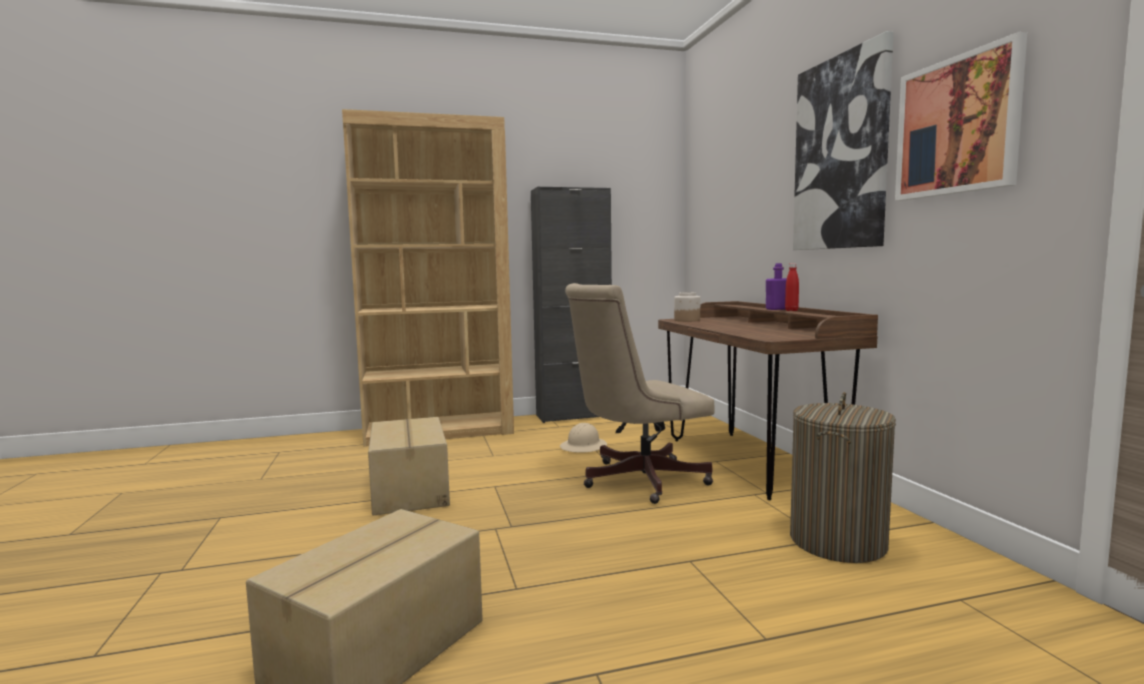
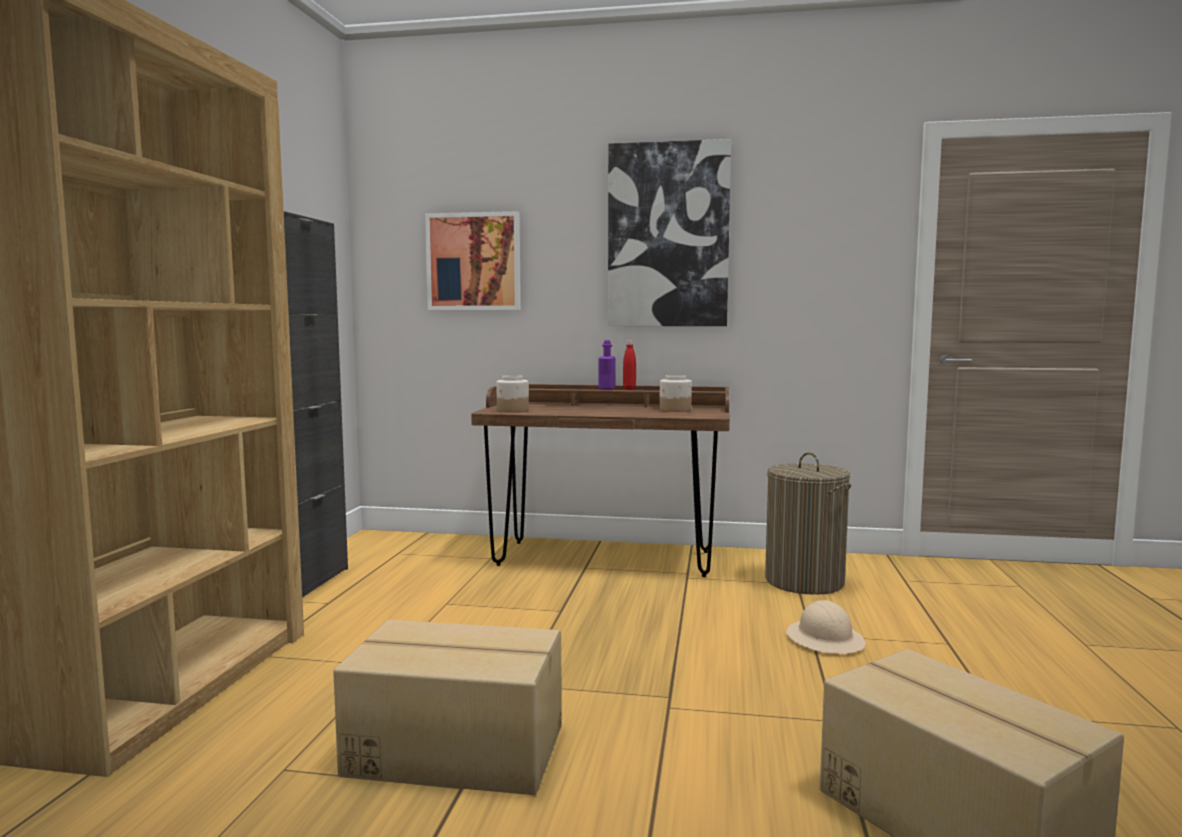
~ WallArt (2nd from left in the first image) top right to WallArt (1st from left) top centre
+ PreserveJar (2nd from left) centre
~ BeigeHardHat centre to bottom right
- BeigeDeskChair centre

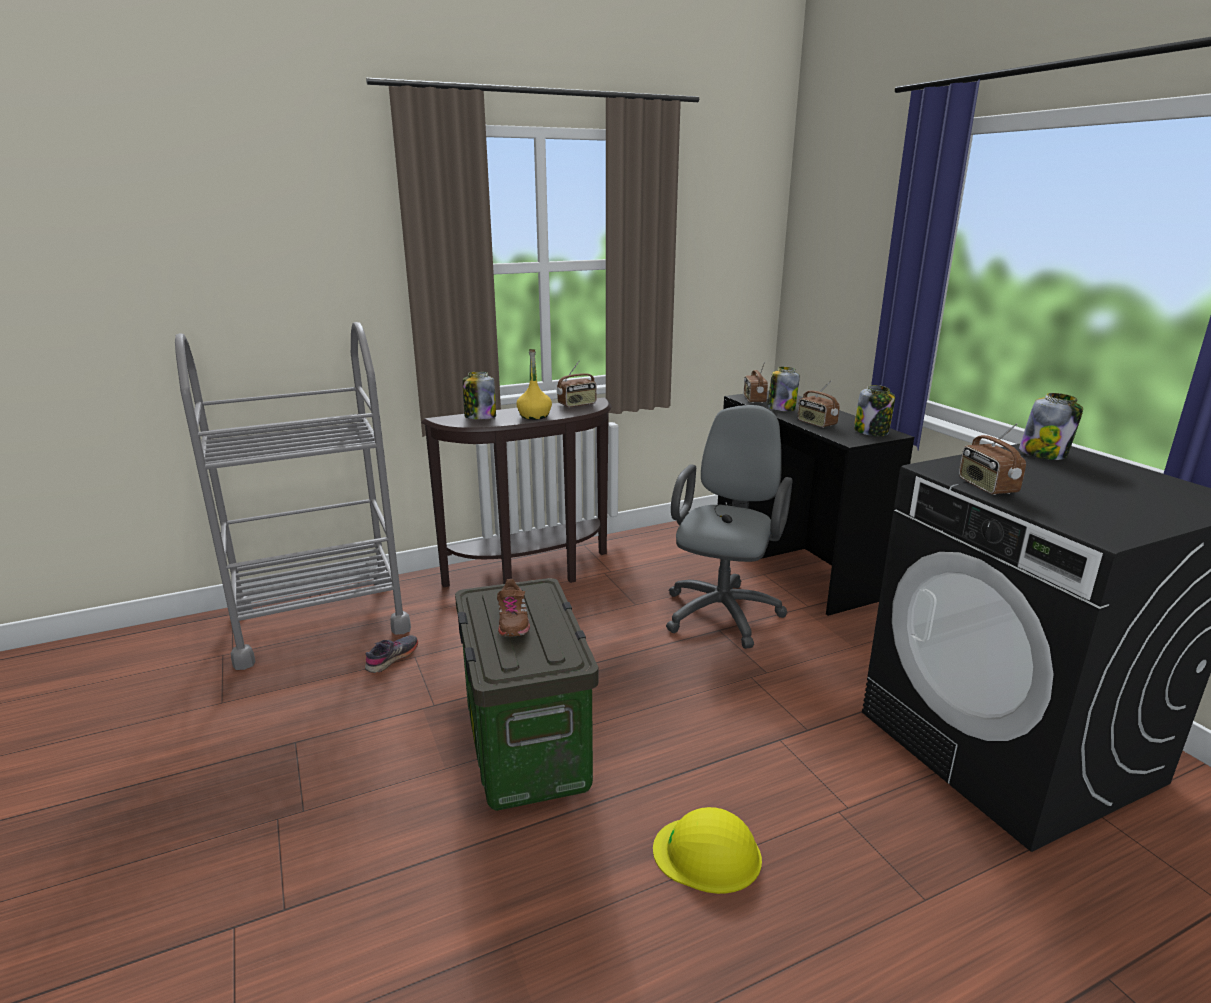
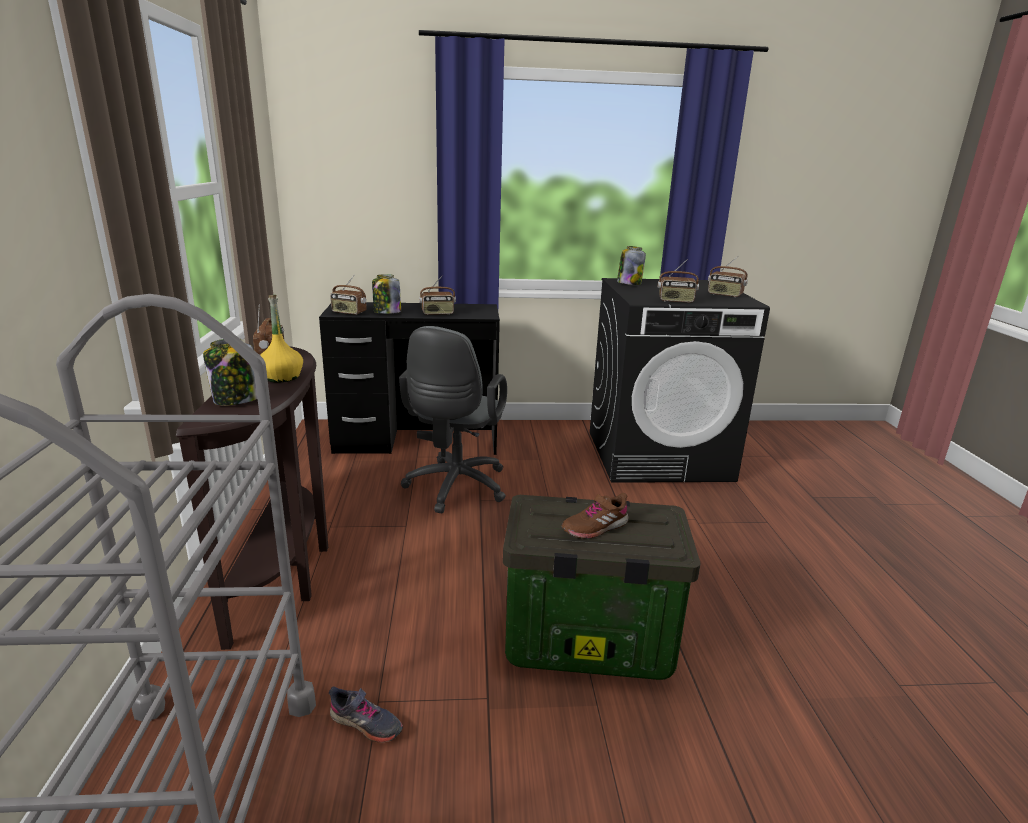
~ GreyishShoe middle left = bottom centre 150 degrees clockwise
~ GreyishDeskChair centre = centre 120 degrees counterclockwise
~ BrownShoe centre = centre 135 degrees clockwise
+ Radio (5th from left) middle right
- YellowishHardHat bottom centre
- PreserveJar (3rd from left) middle right

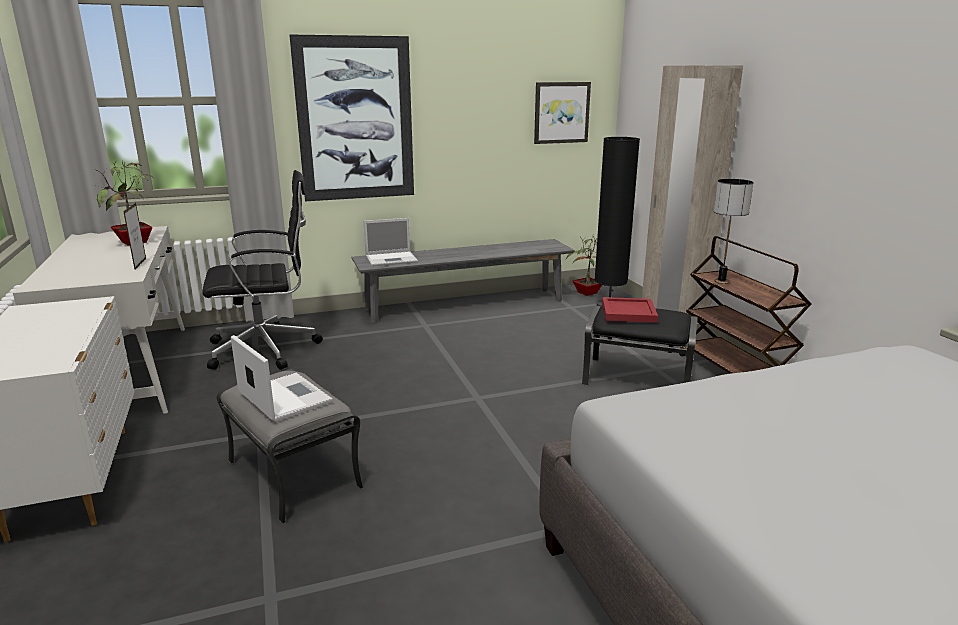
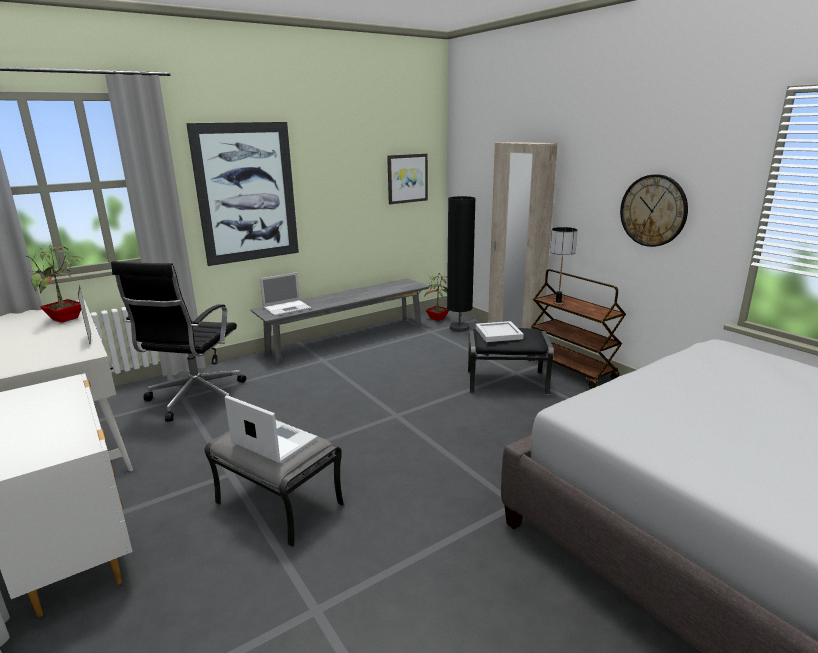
~ BlackColouredDeskChair middle left = middle left 135 degrees clockwise
~ ReddishCarryingTray centre to WhiteColouredCarryingTray centre
+ ClockOnTheWall top right

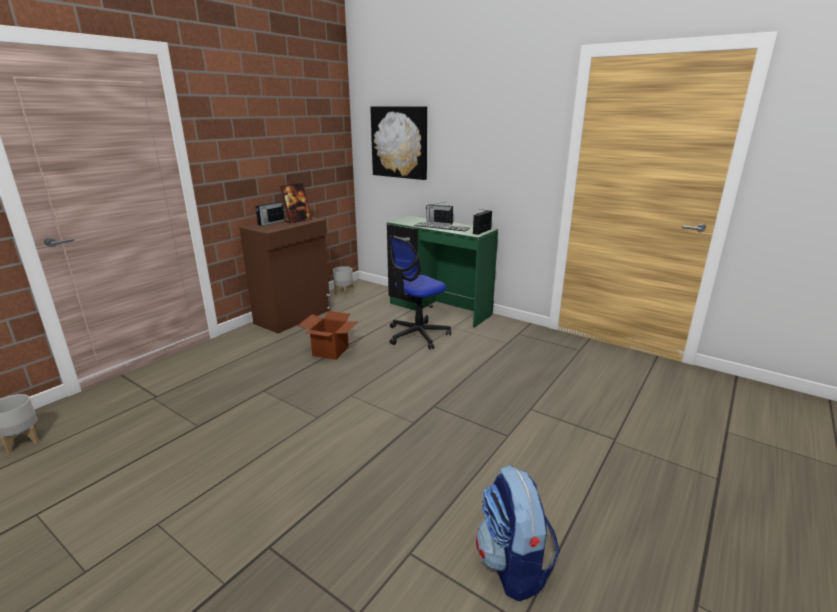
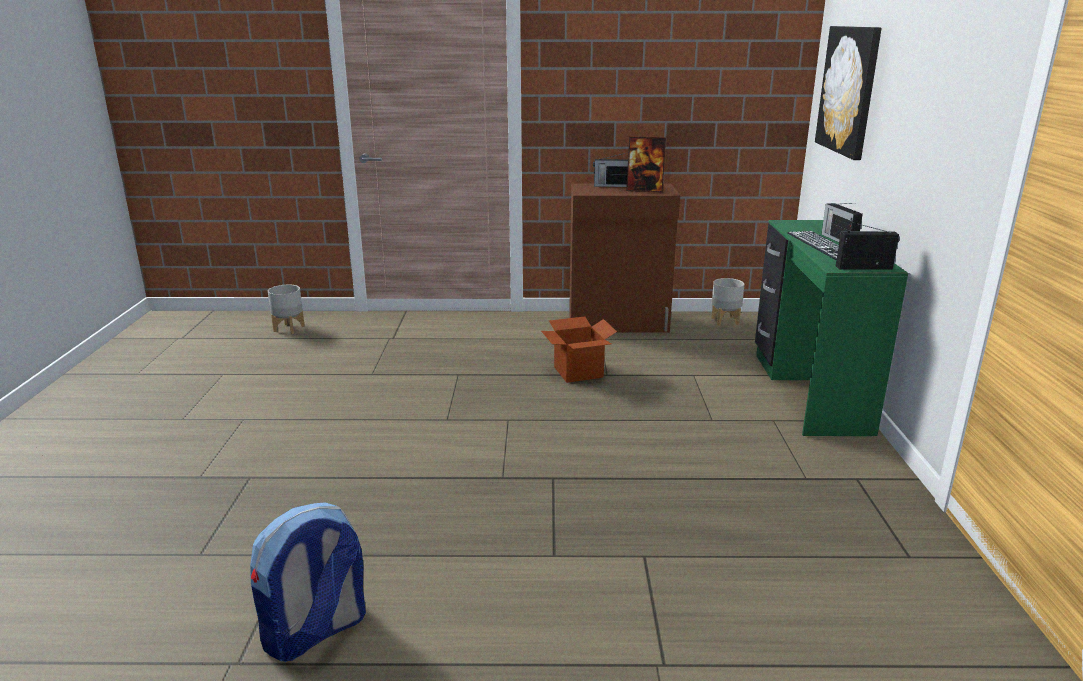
- DeskChair centre

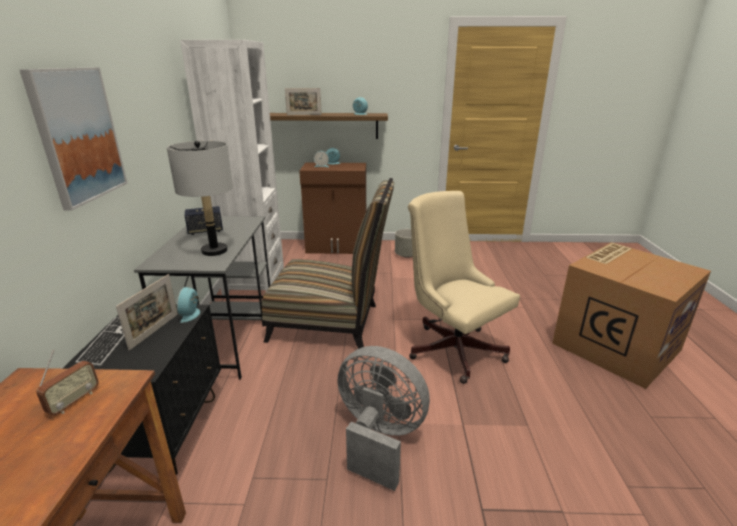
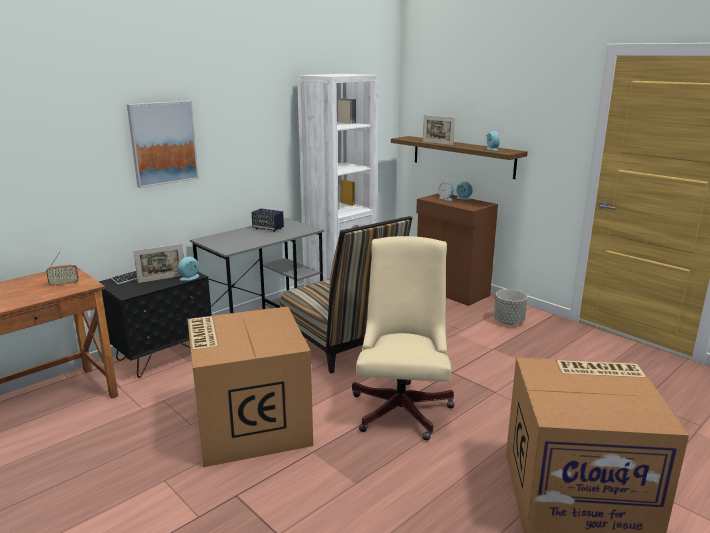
~ GreyishElectricFan bottom centre to Carton (1st from left) bottom centre
- GreyishTableLamp middle left

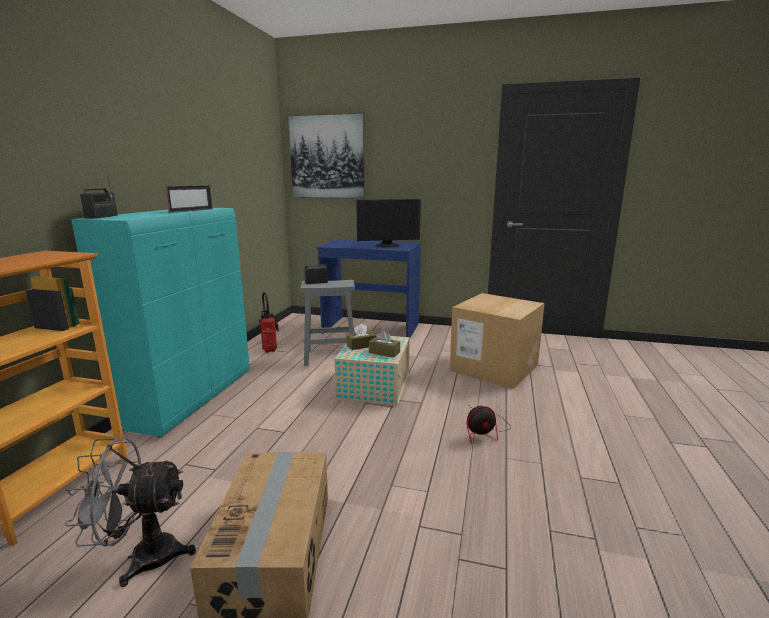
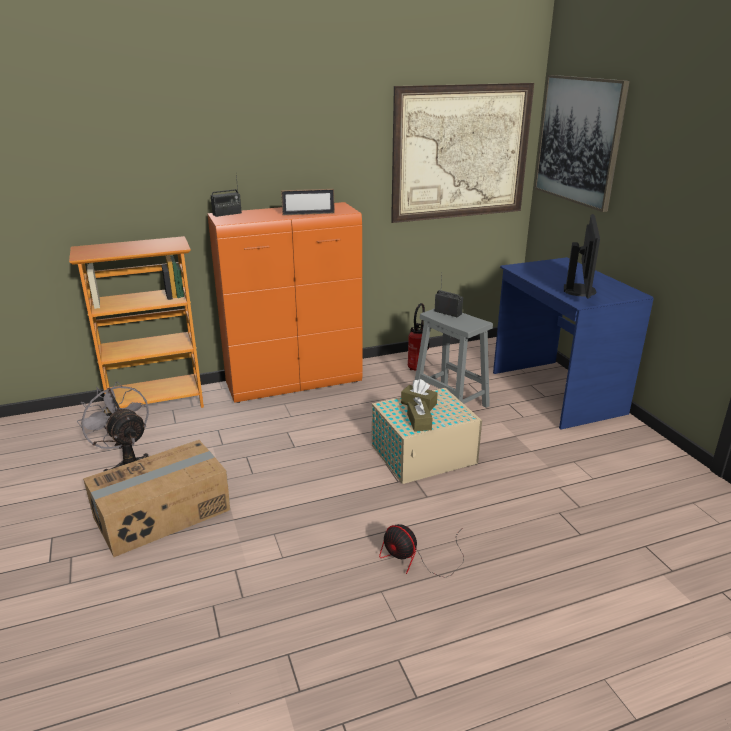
~ BlueGreenCupboard middle left to OrangeColouredCupboard centre
+ WallArt (1st from left) top centre
~ ComputerDisplay centre = middle right 120 degrees counterclockwise
- Carton (2nd from left) centre

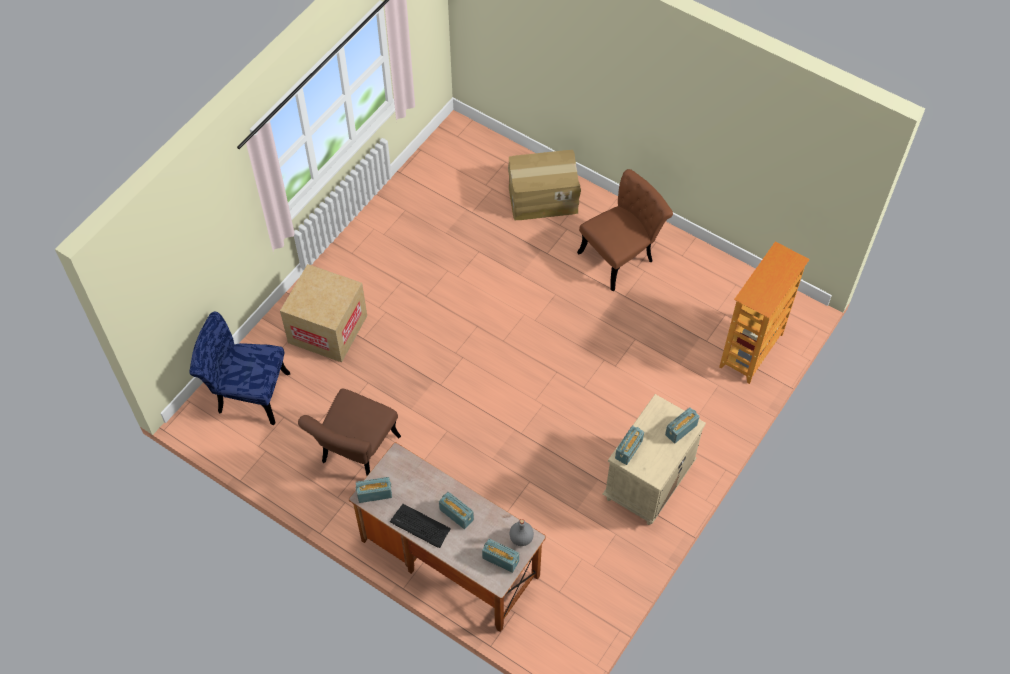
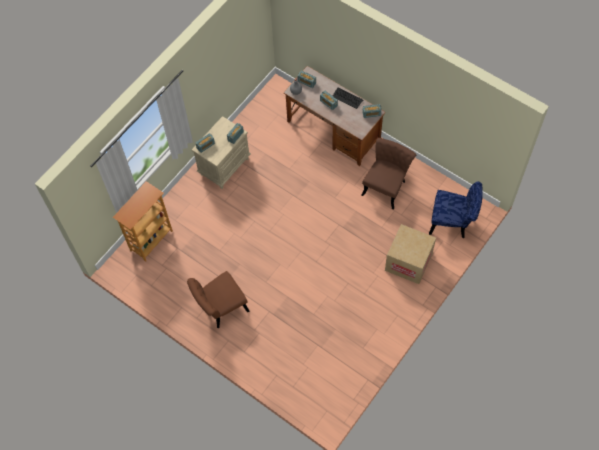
- Carton (2nd from left) top centre

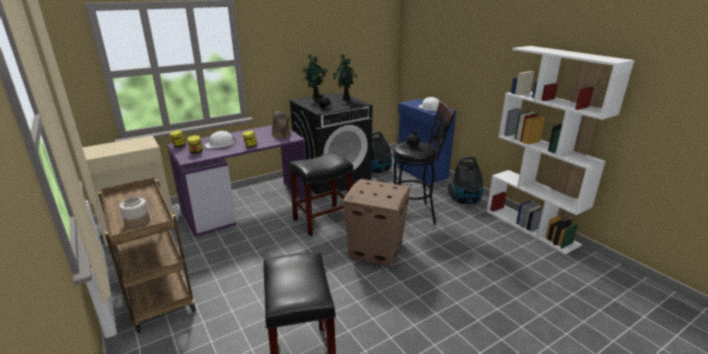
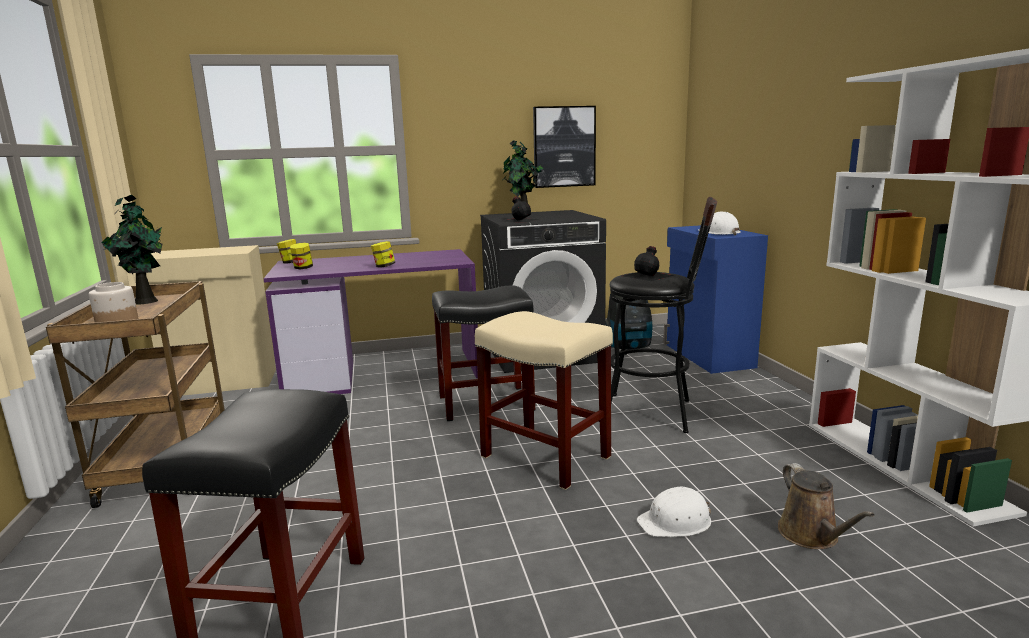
~ PlantInAPot (2nd from left in the first image) top centre to PlantInAPot (1st from left) middle left
~ Carton centre to BeigeStool centre
+ WallArt top centre
~ WhiteColouredHardHat (1st from left) middle left to bottom centre
~ BrownSprinklingCan centre to bottom right
- Hoover (2nd from left) centre

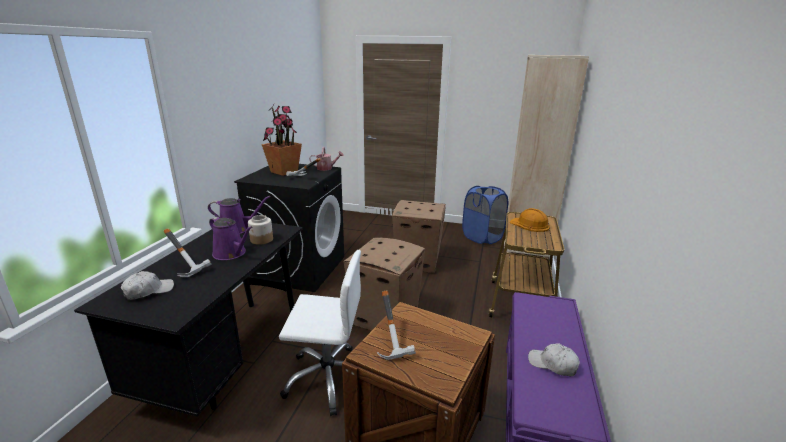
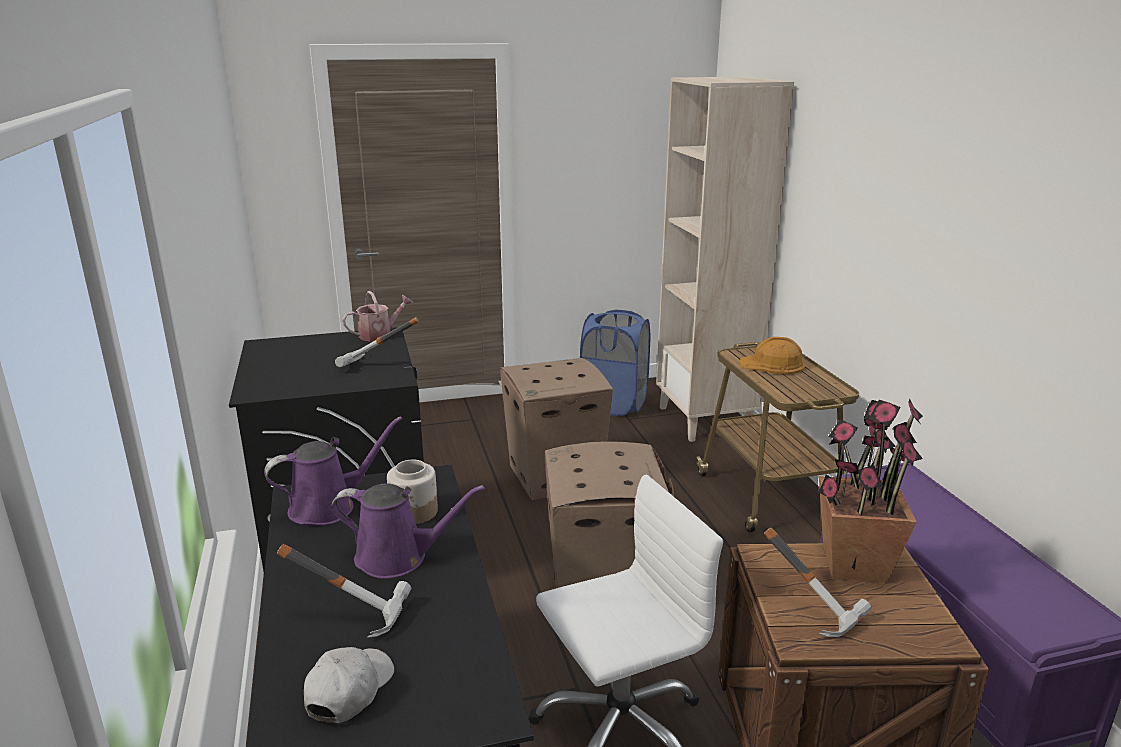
~ PlantInAPot top centre to middle right
- WhiteColouredCap (2nd from left) bottom right

